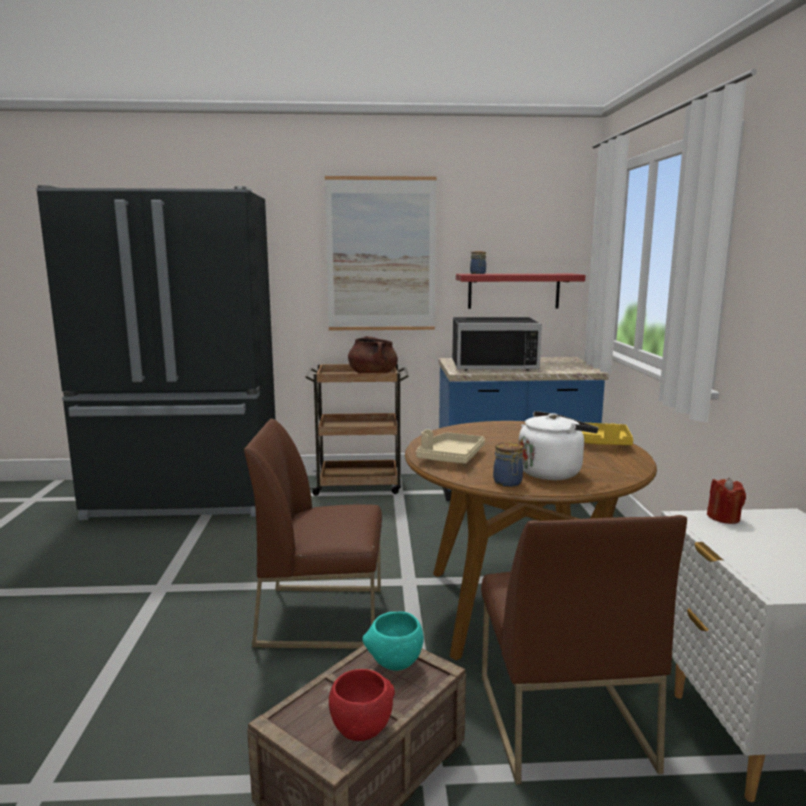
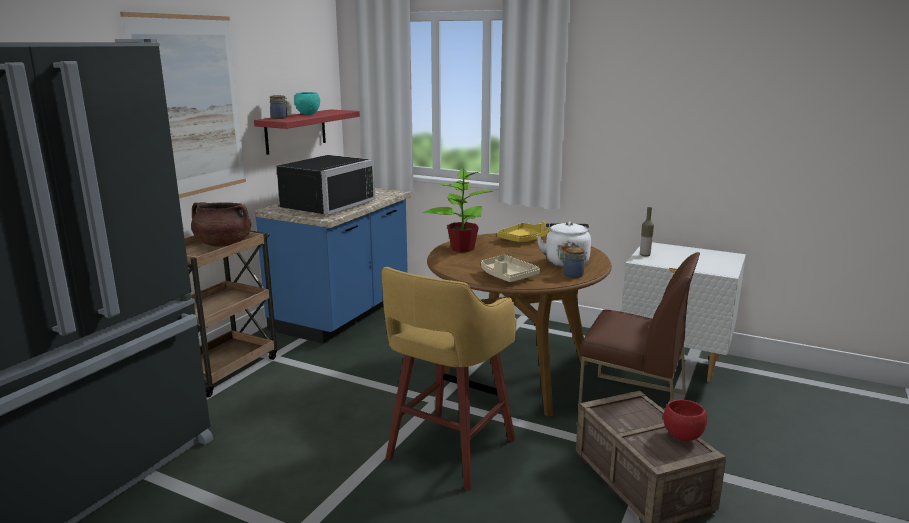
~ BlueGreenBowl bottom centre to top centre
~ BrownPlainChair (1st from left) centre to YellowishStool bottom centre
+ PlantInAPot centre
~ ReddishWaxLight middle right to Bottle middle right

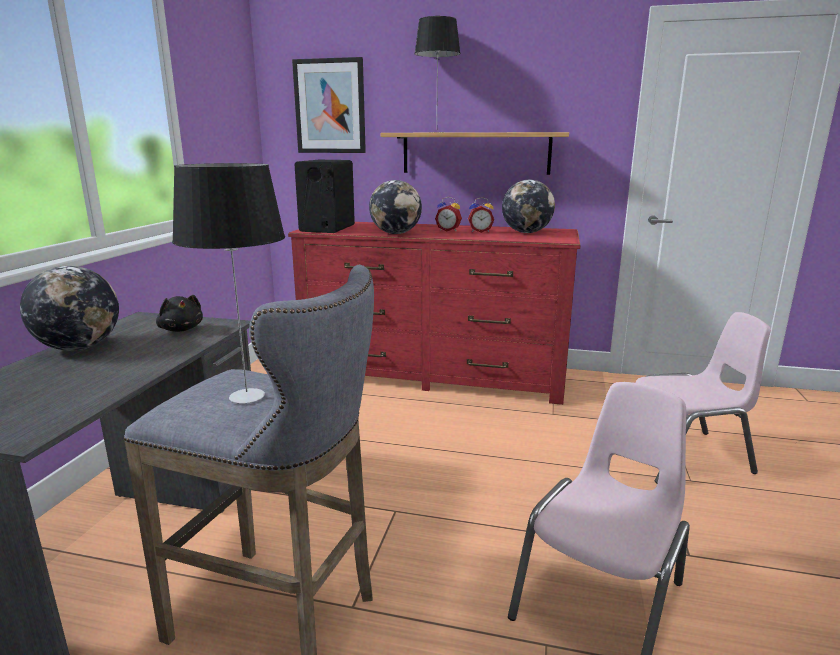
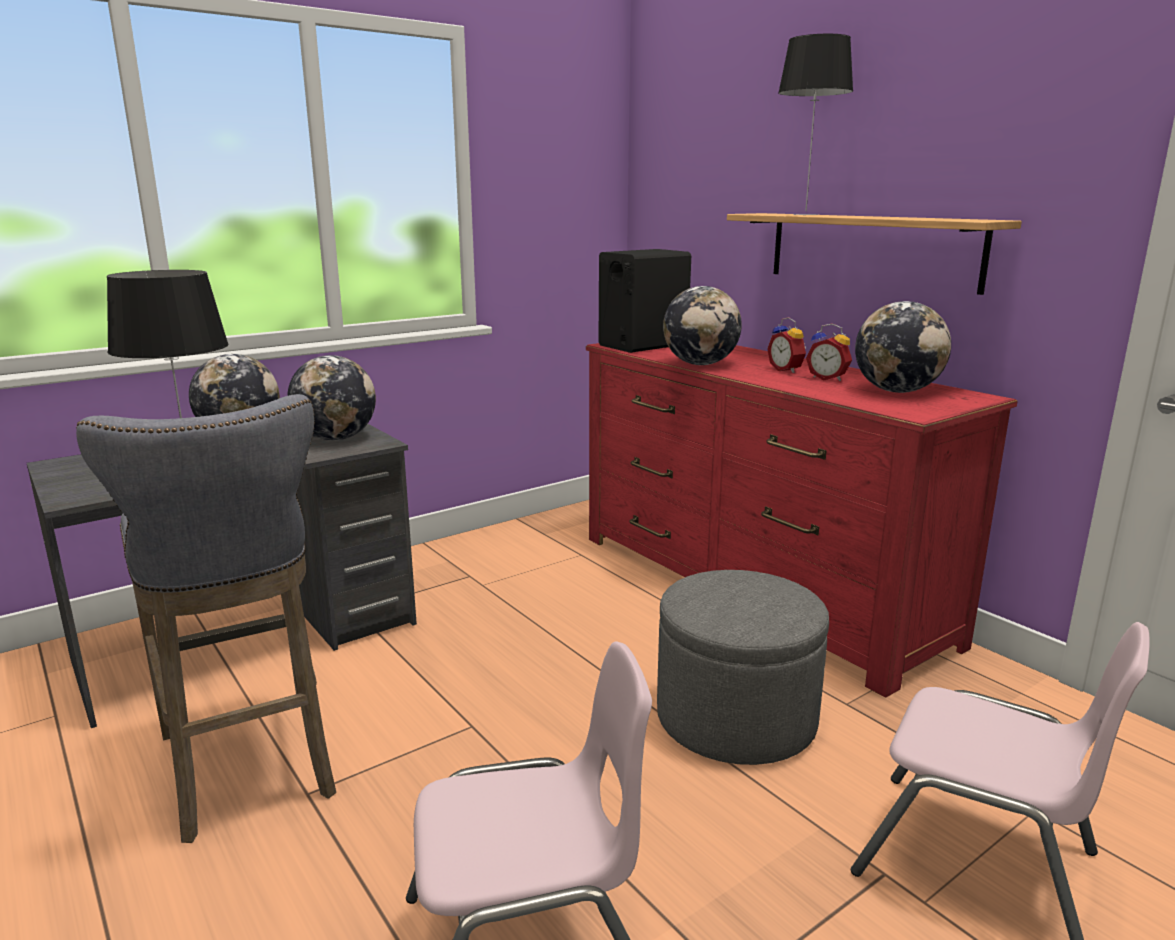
~ BlackColouredCuddlyToy middle left to Globe (2nd from left) middle left
+ GreyishOttoman bottom centre
- WallArt top centre

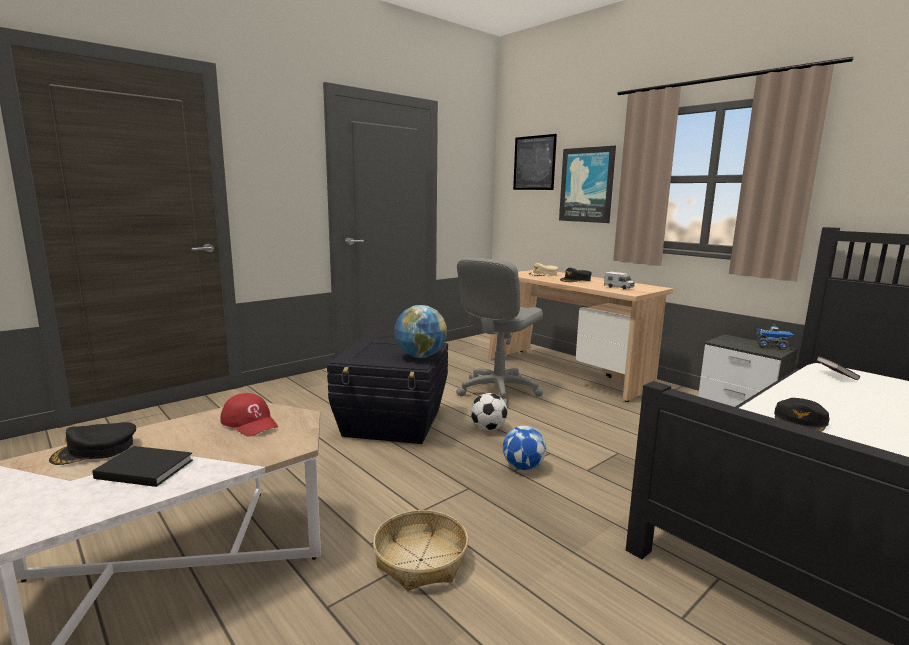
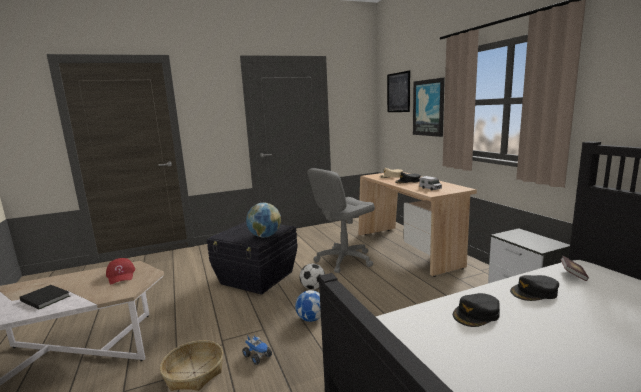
~ ToyTruck (2nd from left in the first image) middle right to ToyTruck (1st from left) bottom centre
~ BlackColouredCap (1st from left in the first image) bottom left to BlackColouredCap (3rd from left) bottom right

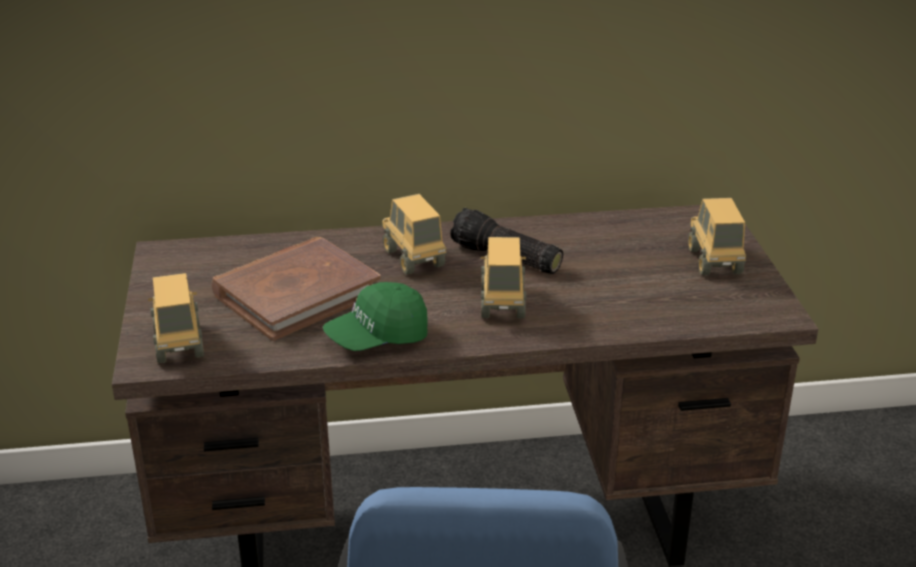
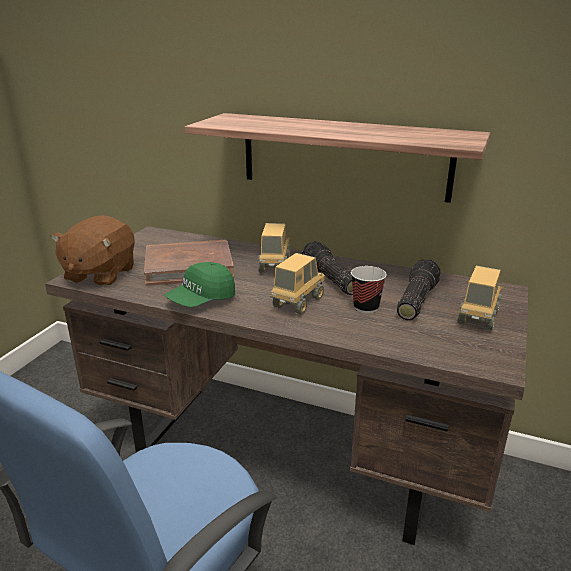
~ ToyTruck (1st from left) middle left to BrownCuddlyToy middle left
~ GreenColouredCap centre = centre 45 degrees counterclockwise
+ Shelf top centre
+ Cup centre
+ Torch (2nd from left) middle right

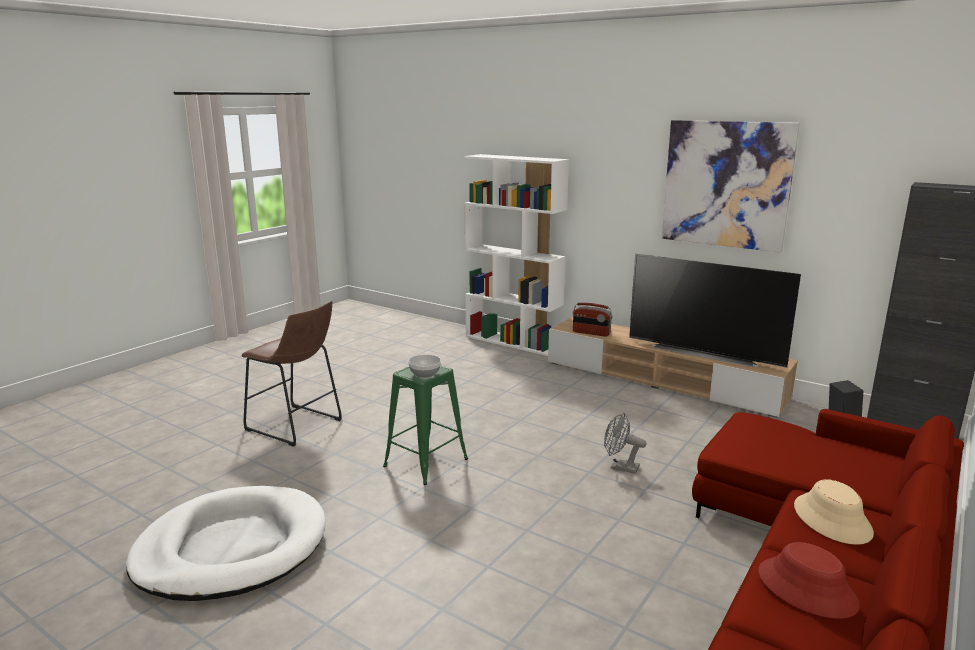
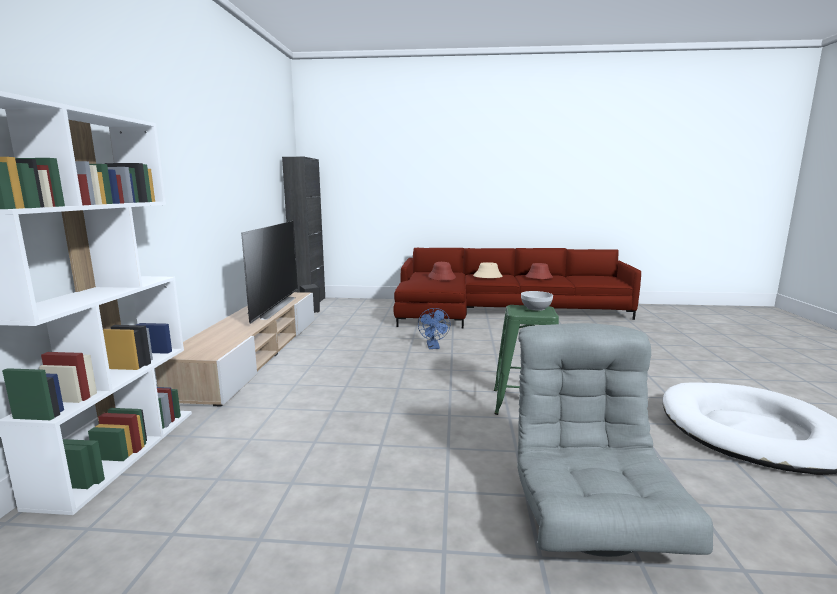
~ GreyishElectricFan bottom centre to BluishElectricFan centre
+ ReddishHat (1st from left) centre
~ BrownStool middle left to GreyishEasyChair bottom right
- Radio centre
- WallArt top right

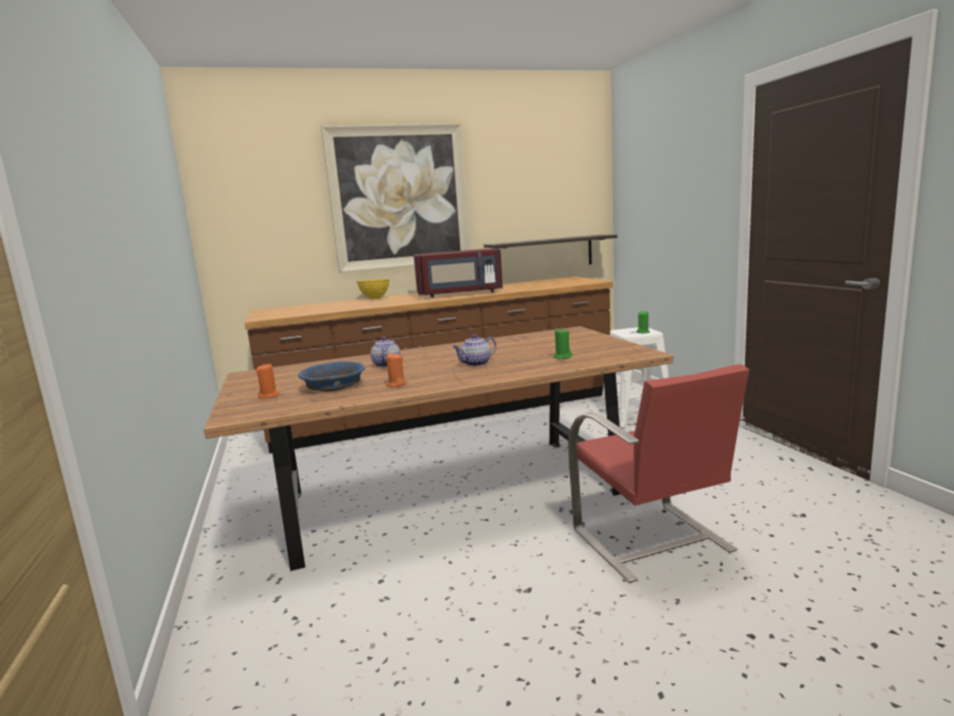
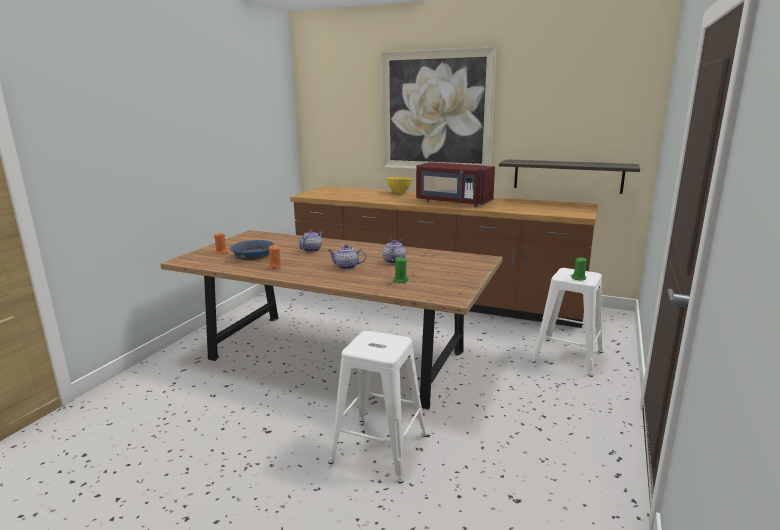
~ ReddishPlainChair middle right to WhiteColouredStool (1st from left) bottom centre
+ PotForTea (3rd from left) centre

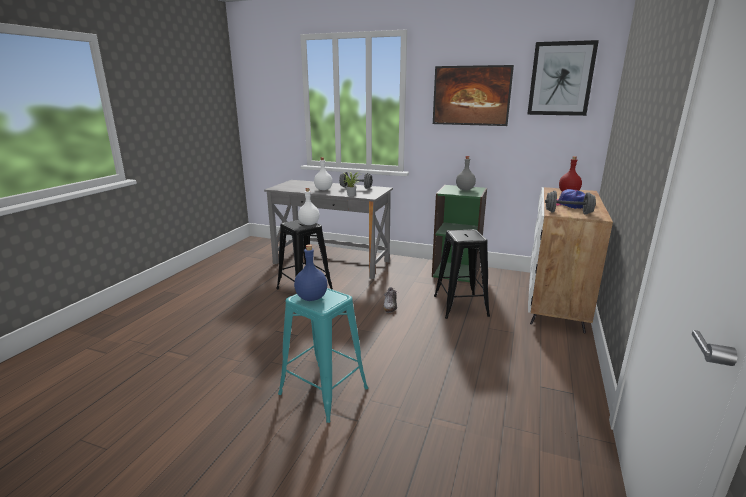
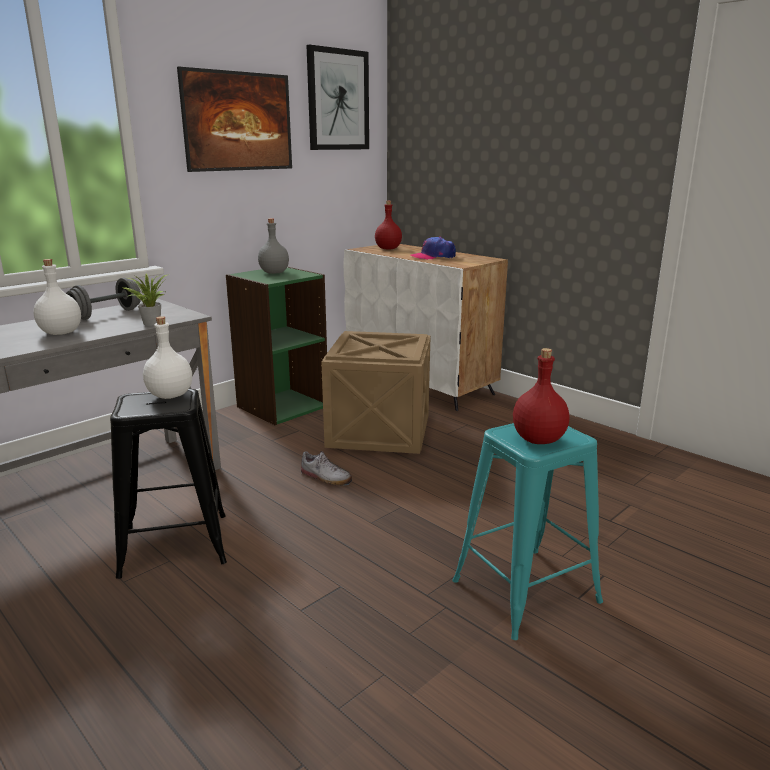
~ BlackColouredStool (2nd from left) centre to PackingCrate centre
~ BluishBottle centre to ReddishBottle (2nd from left) middle right
- GreyishFreeWeight (2nd from left) middle right

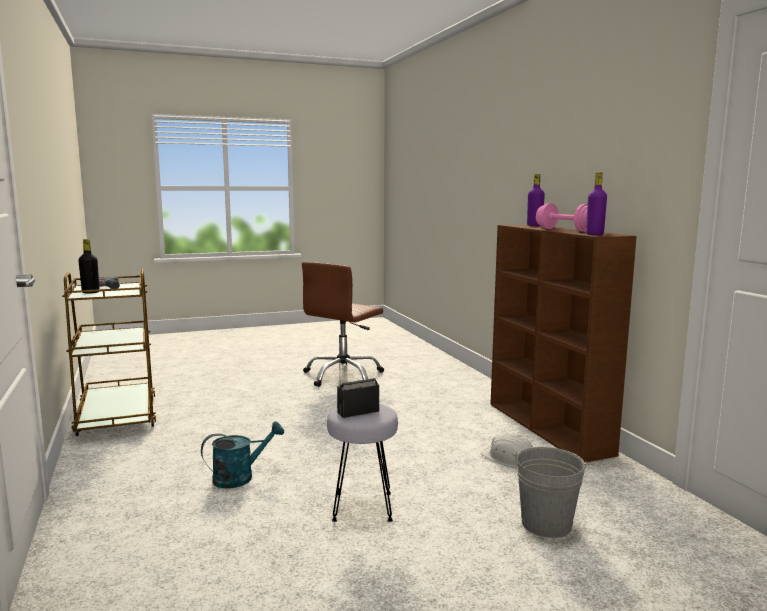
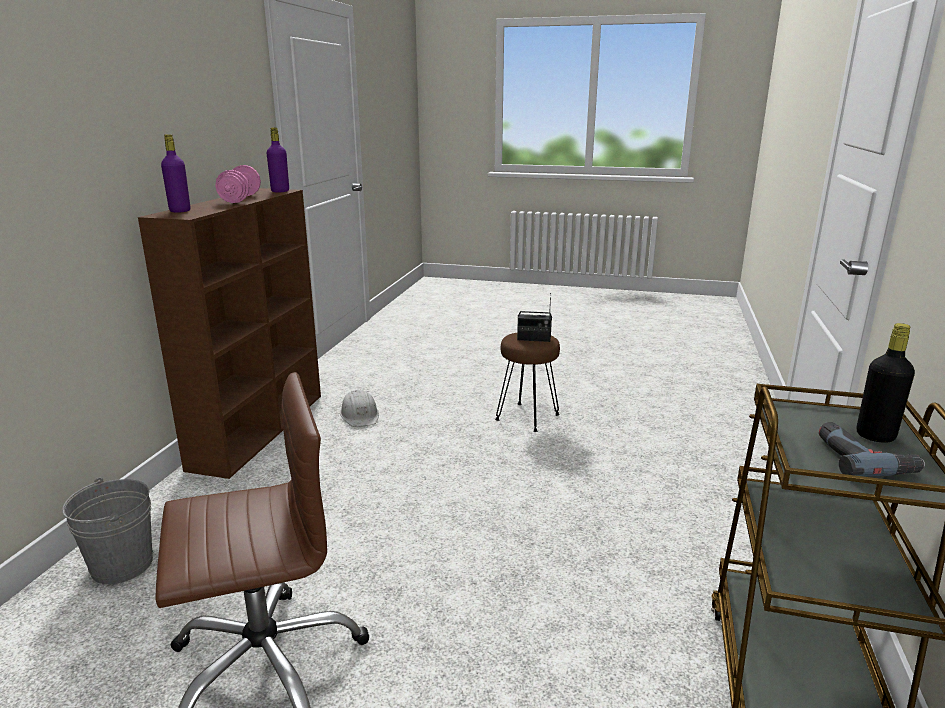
~ GreyishWaterBucket bottom right to bottom left
~ GreyishStool bottom centre to BrownStool centre
- BlueGreenSprinklingCan bottom left

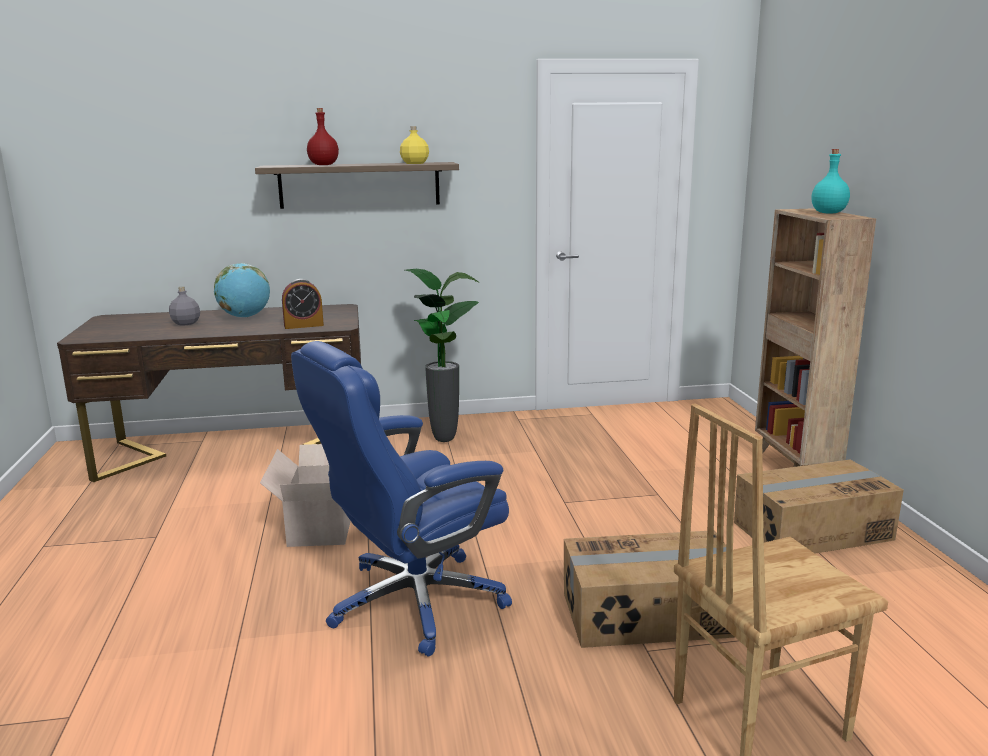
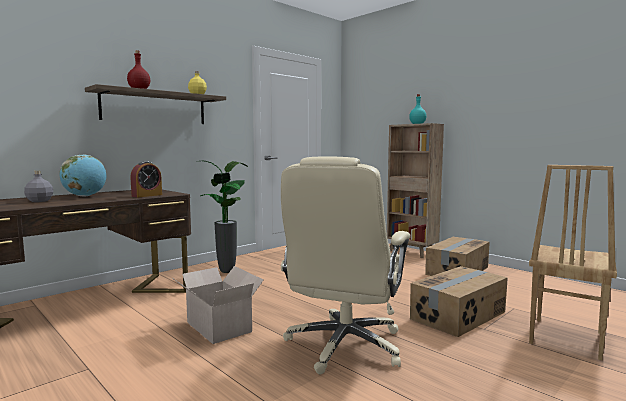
~ BluishDeskChair centre to BeigeDeskChair centre

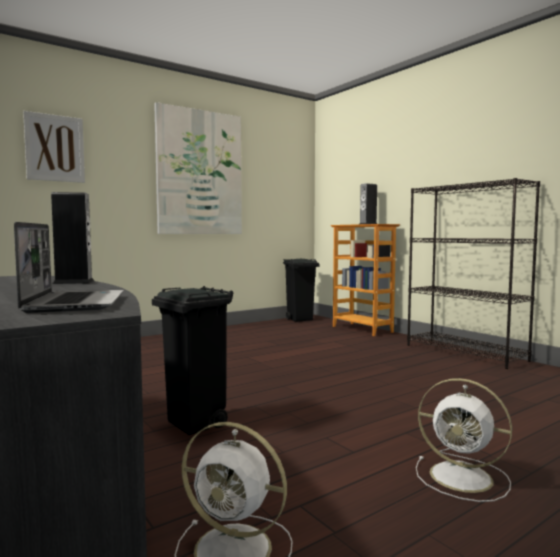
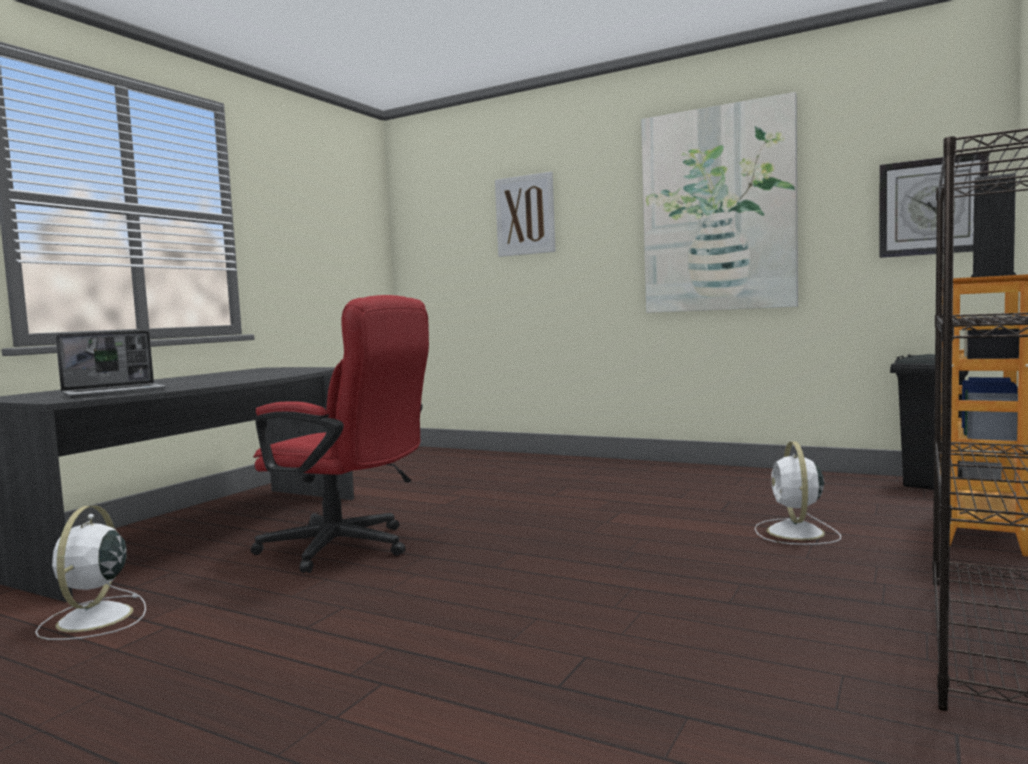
~ BlackColouredRubbishBin (1st from left) centre to ReddishDeskChair middle left
~ WhiteColouredElectricFan (2nd from left) bottom right to middle right
+ ClockOnTheWall top right
- Loudspeaker (1st from left) middle left

